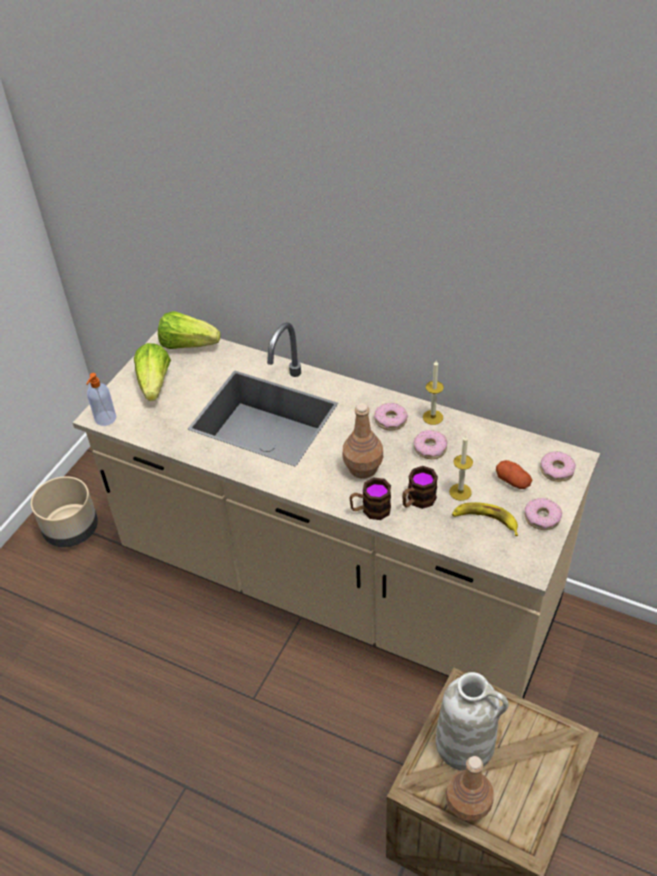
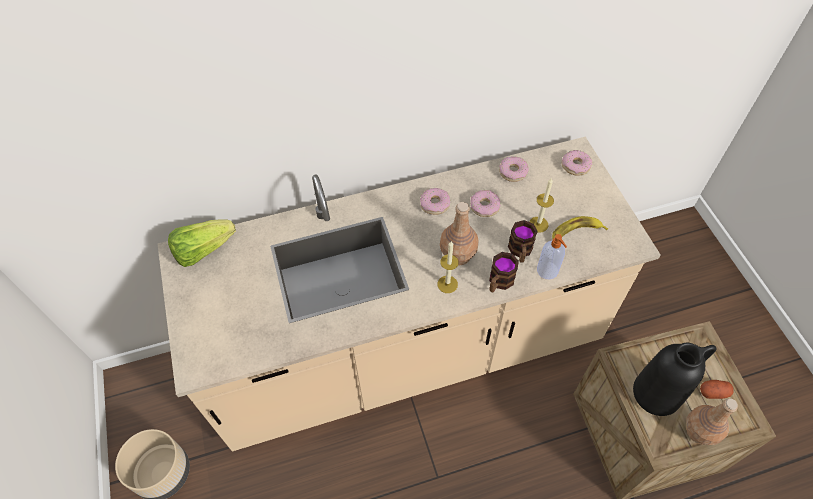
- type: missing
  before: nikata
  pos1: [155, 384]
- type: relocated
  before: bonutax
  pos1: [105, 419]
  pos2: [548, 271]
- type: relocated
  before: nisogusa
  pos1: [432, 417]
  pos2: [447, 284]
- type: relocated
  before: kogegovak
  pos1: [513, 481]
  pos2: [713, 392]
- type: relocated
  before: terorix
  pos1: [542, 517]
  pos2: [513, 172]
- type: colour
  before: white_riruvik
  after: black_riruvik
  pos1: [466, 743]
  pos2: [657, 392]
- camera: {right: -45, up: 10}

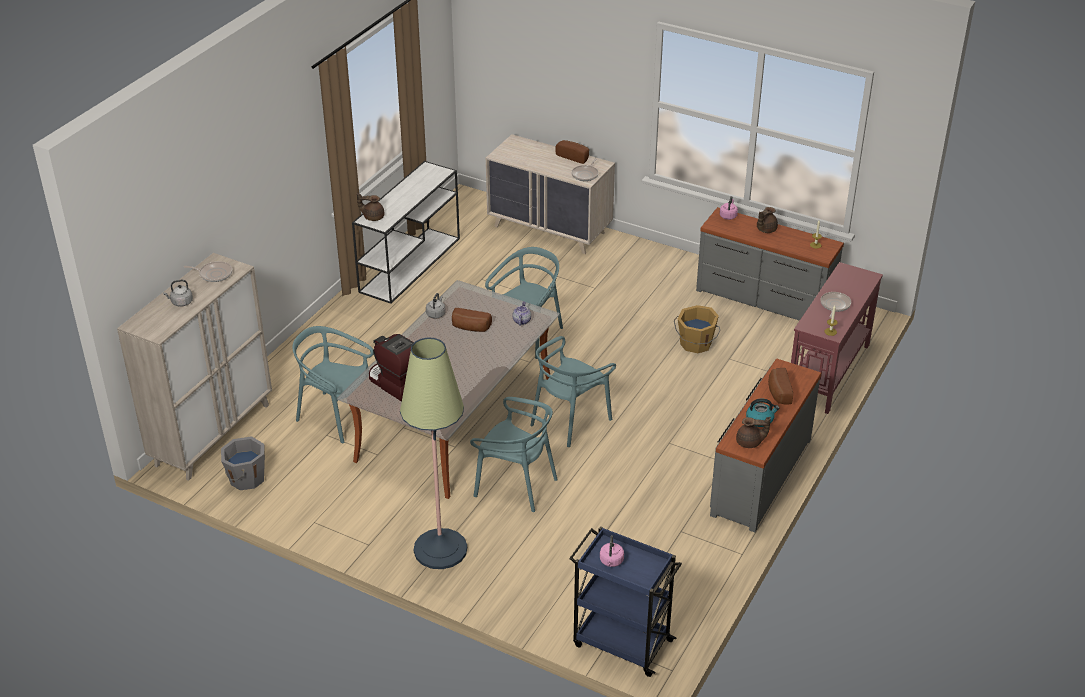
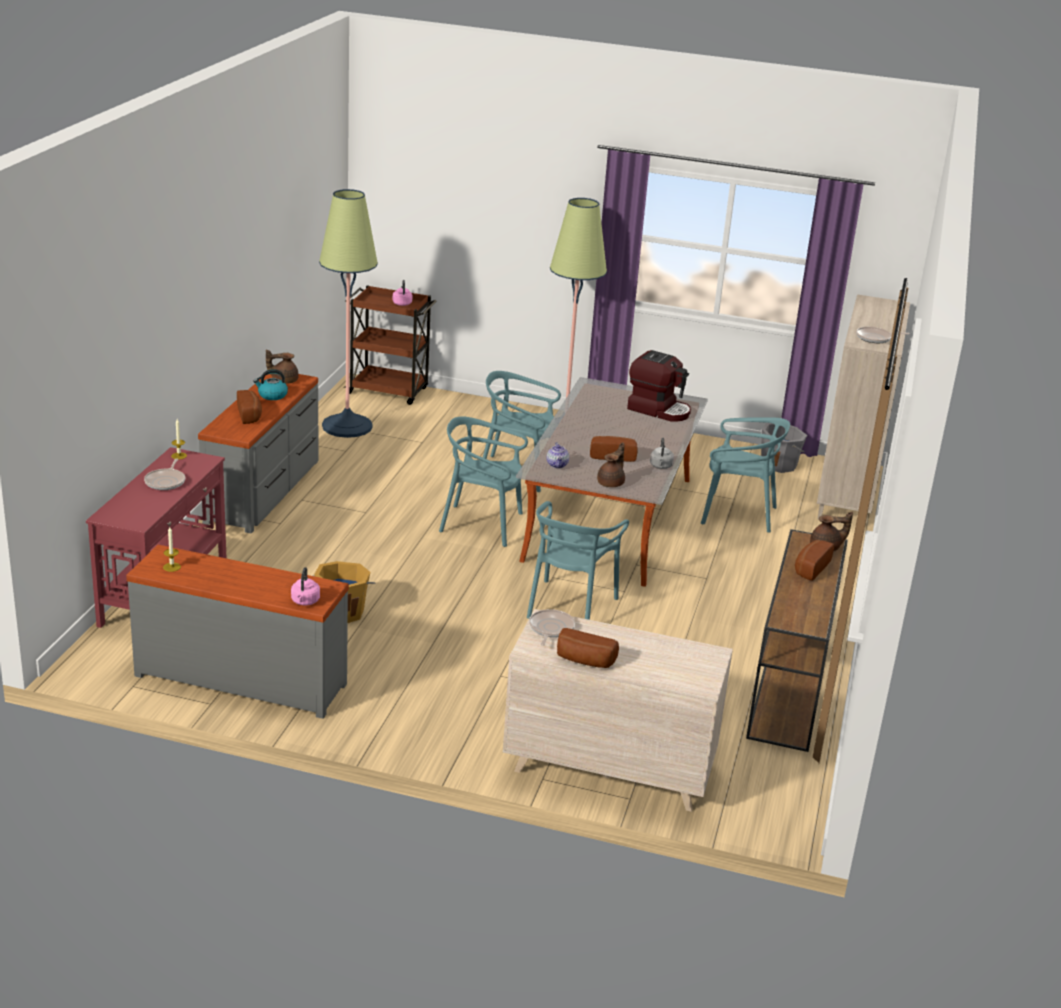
- type: missing
  before: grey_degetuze
  pos1: [181, 302]
- type: appeared
  after: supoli
  pos2: [347, 426]
- type: appeared
  after: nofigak
  pos2: [810, 568]
- type: relocated
  before: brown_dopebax
  pos1: [765, 229]
  pos2: [611, 483]
- type: colour
  before: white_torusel
  after: brown_torusel
  pos1: [410, 264]
  pos2: [789, 689]
- type: colour
  before: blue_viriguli
  after: brown_viriguli
  pos1: [621, 642]
  pos2: [389, 391]
- type: spun
  before: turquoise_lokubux
  pos1: [569, 420]
  pos2: [482, 524]
  turn: -105
- camera: {right: 165, up: -10}

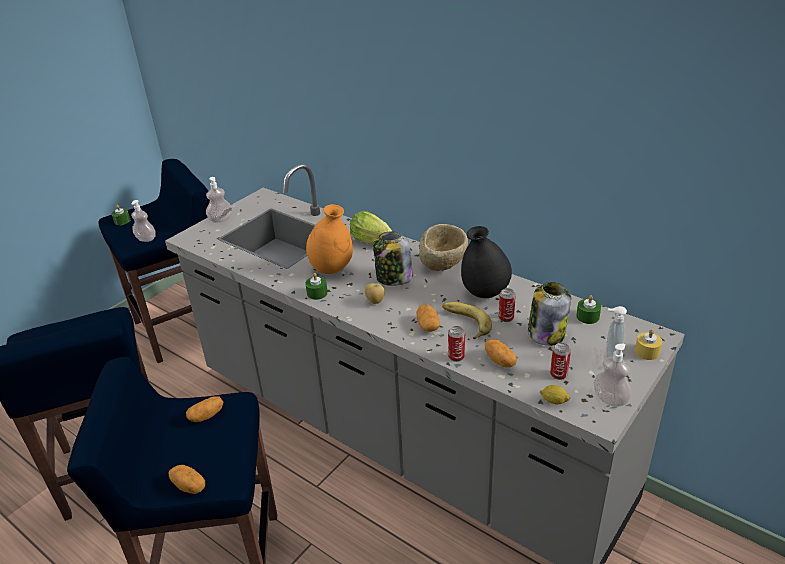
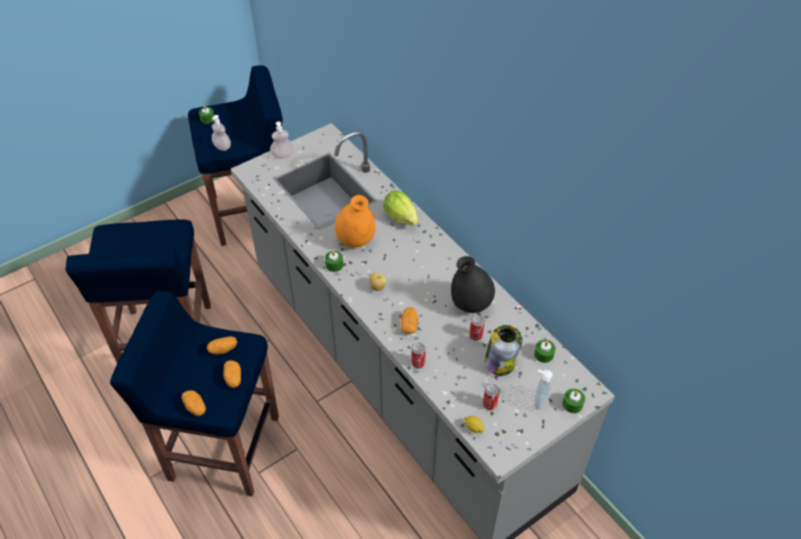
- type: missing
  before: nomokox
  pos1: [393, 278]
- type: missing
  before: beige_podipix
  pos1: [443, 266]
- type: missing
  before: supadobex
  pos1: [464, 323]
- type: missing
  before: bonutax
  pos1: [610, 399]
- type: relocated
  before: kogegovak
  pos1: [500, 360]
  pos2: [233, 378]
- type: colour
  before: yellow_nisogusa
  after: green_nisogusa
  pos1: [647, 352]
  pos2: [572, 404]
- camera: {right: 15, up: 15}

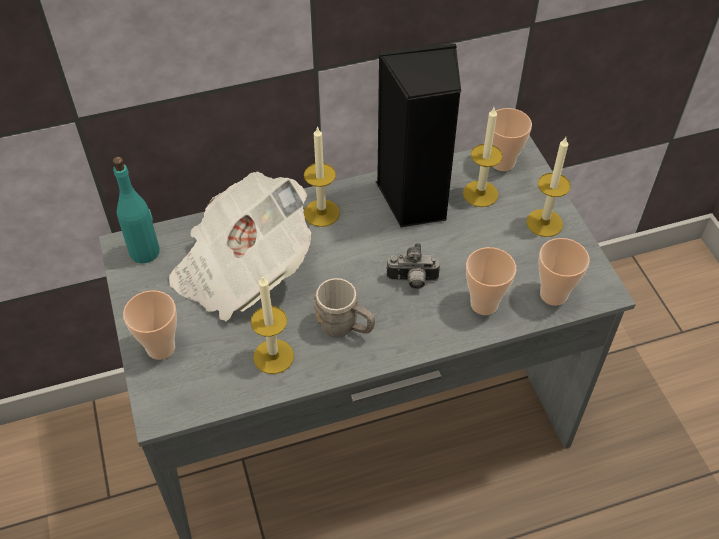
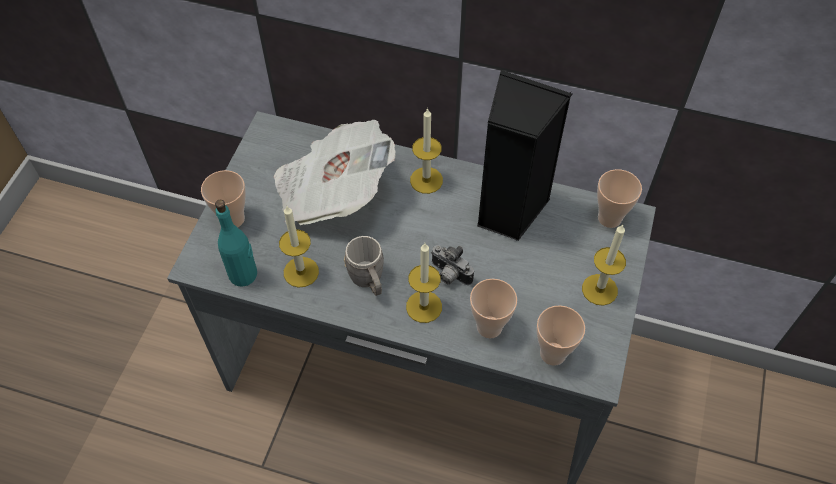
- type: relocated
  before: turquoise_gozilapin
  pos1: [145, 251]
  pos2: [243, 274]
- type: relocated
  before: nisogusa
  pos1: [480, 193]
  pos2: [424, 306]
- camera: {right: 35, up: 5}

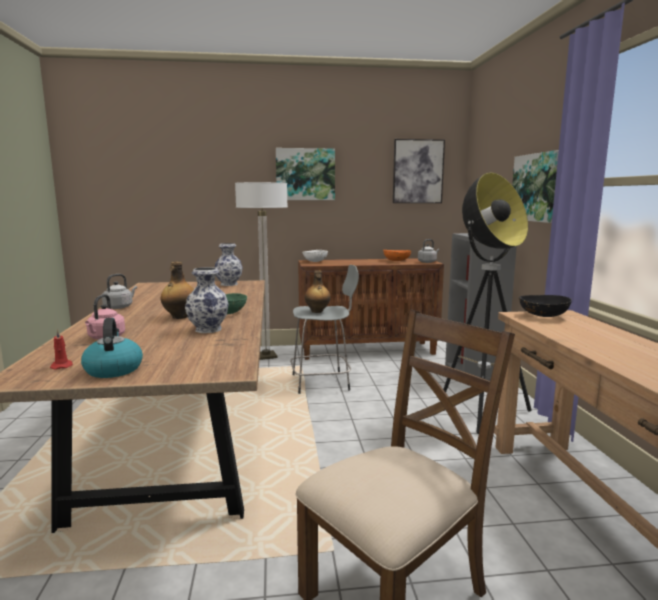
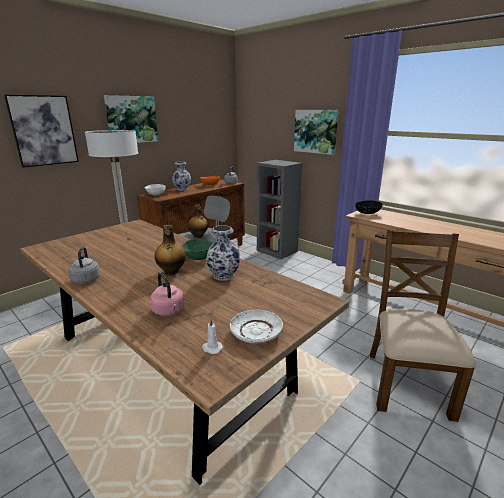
- type: missing
  before: supoli
  pos1: [480, 411]
- type: relocated
  before: riruvik
  pos1: [229, 284]
  pos2: [182, 189]
- type: relocated
  before: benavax
  pos1: [418, 171]
  pos2: [43, 130]
- type: exchanged
  before: degetuze
  after: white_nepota
  pos1: [113, 369]
  pos2: [256, 332]
- type: colour
  before: red_nisogusa
  after: white_nisogusa
  pos1: [62, 366]
  pos2: [211, 348]
- camera: {right: -40, up: 10}

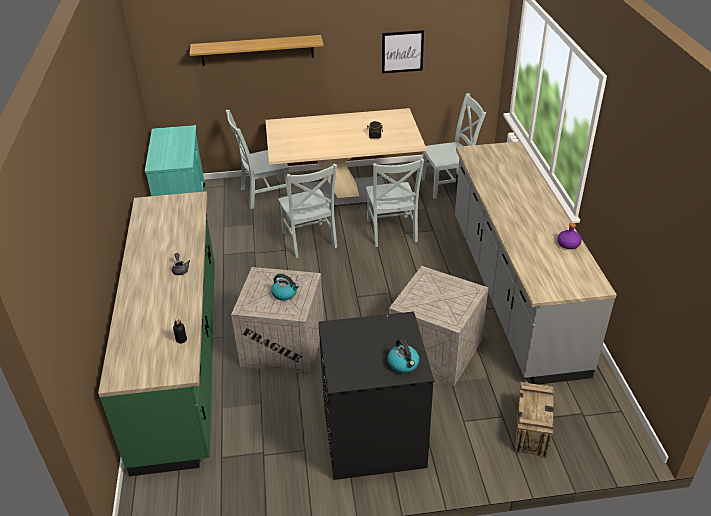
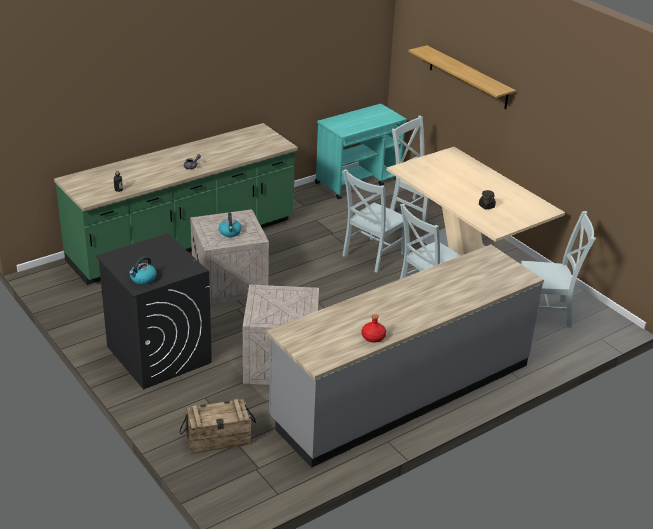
- type: missing
  before: benavax
  pos1: [402, 51]
- type: colour
  before: purple_gozilapin
  after: red_gozilapin
  pos1: [568, 244]
  pos2: [373, 337]
- type: spun
  before: grey_lokubux
  pos1: [449, 185]
  pos2: [546, 313]
  turn: -45
- camera: {right: 60, up: -5}

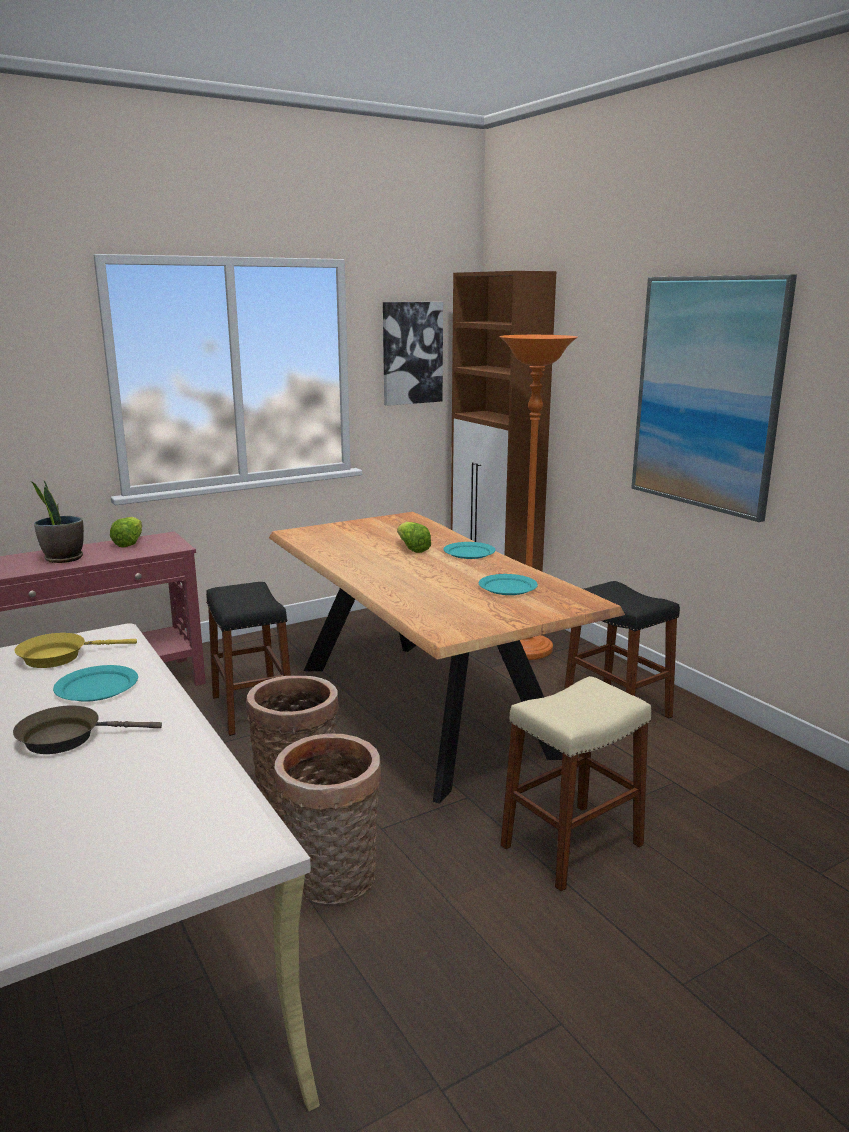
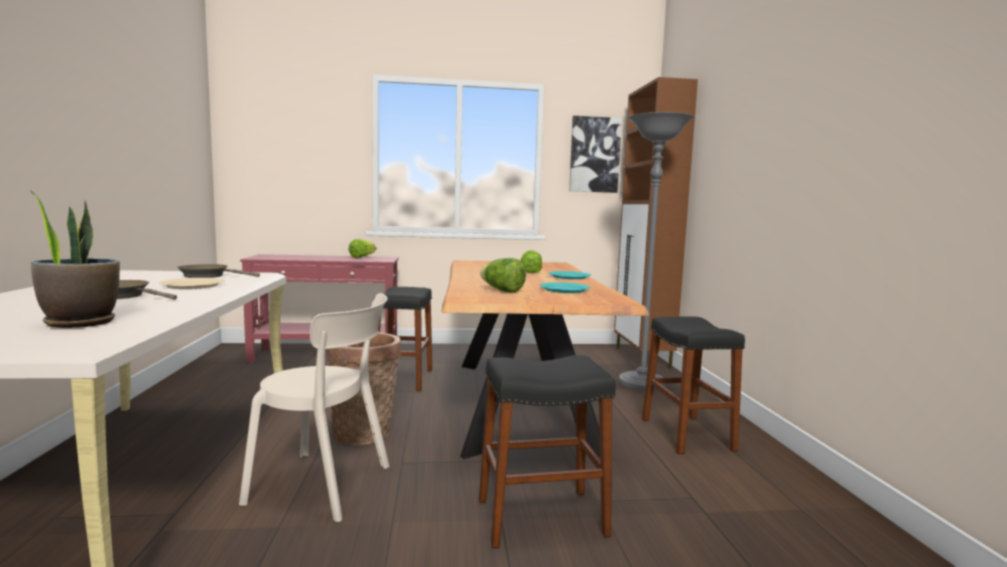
- type: missing
  before: benavax
  pos1: [707, 394]
- type: appeared
  after: nikata
  pos2: [502, 291]
- type: relocated
  before: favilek
  pos1: [63, 558]
  pos2: [80, 323]
- type: exchanged
  before: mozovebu
  after: beige_lokubux
  pos1: [333, 882]
  pos2: [326, 485]
- type: colour
  before: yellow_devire
  after: brown_devire
  pos1: [59, 656]
  pos2: [208, 276]
- type: colour
  before: turquoise_nepota
  after: beige_nepota
  pos1: [96, 687]
  pos2: [192, 285]
- type: colour
  before: orange_supoli
  after: grey_supoli
  pos1: [525, 650]
  pos2: [642, 384]
- type: colour
  before: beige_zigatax
  after: black_zigatax
  pos1: [572, 845]
  pos2: [541, 517]
- camera: {right: 25, up: -10}

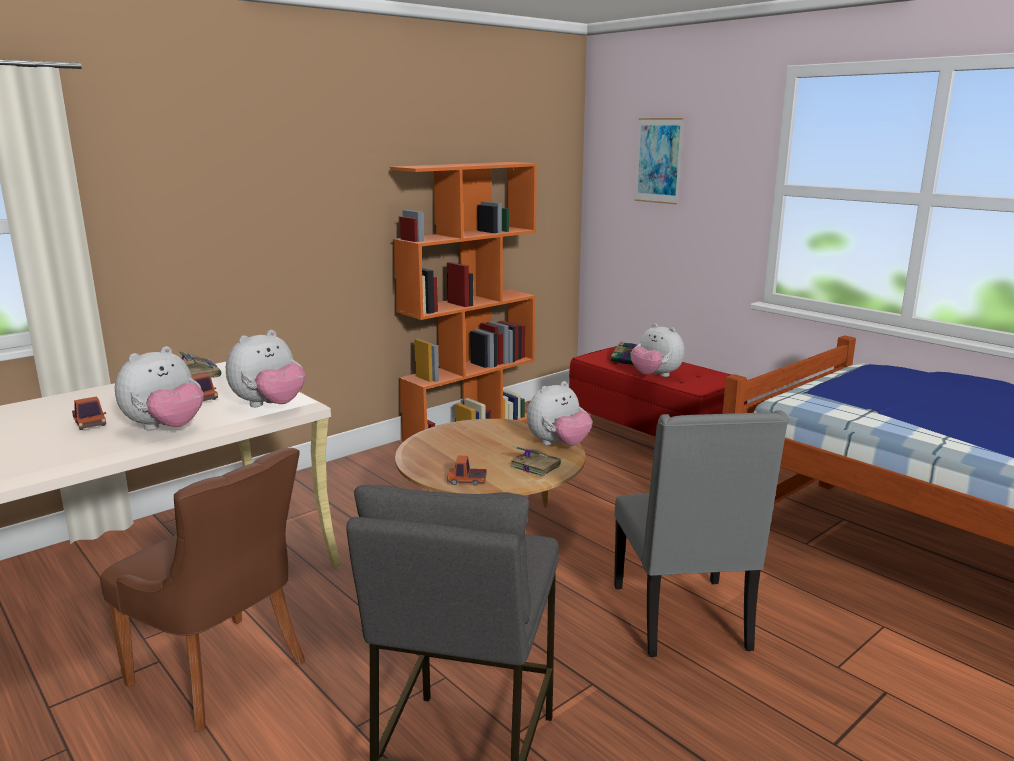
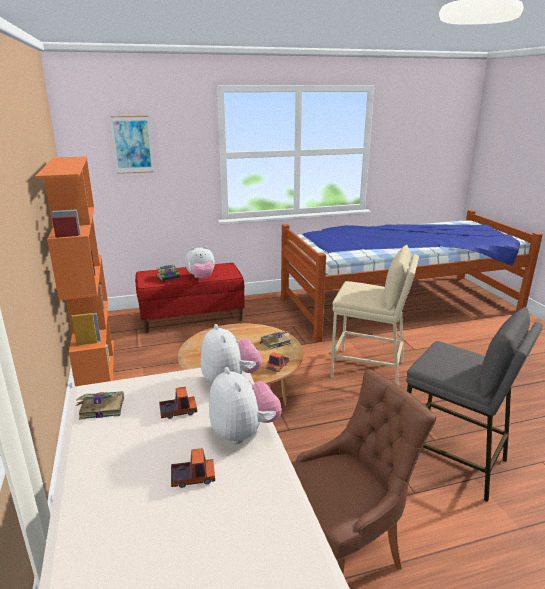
- type: missing
  before: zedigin
  pos1: [558, 444]
- type: exchanged
  before: grey_lokubux
  after: beige_zigatax
  pos1: [683, 619]
  pos2: [368, 369]
- camera: {right: -65, up: 5}

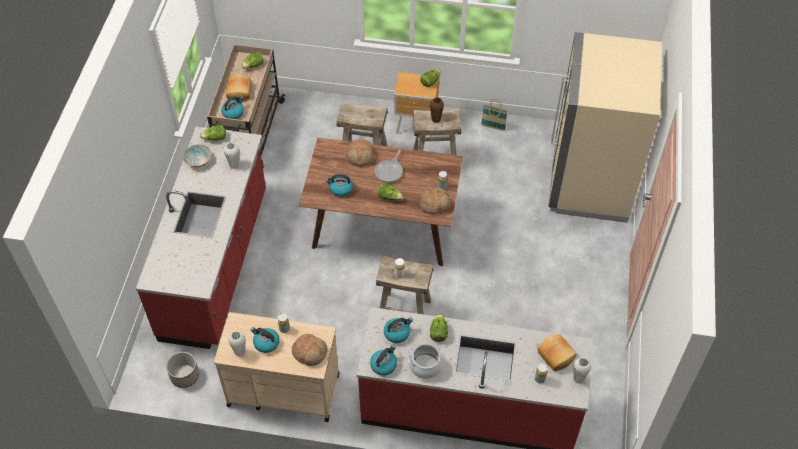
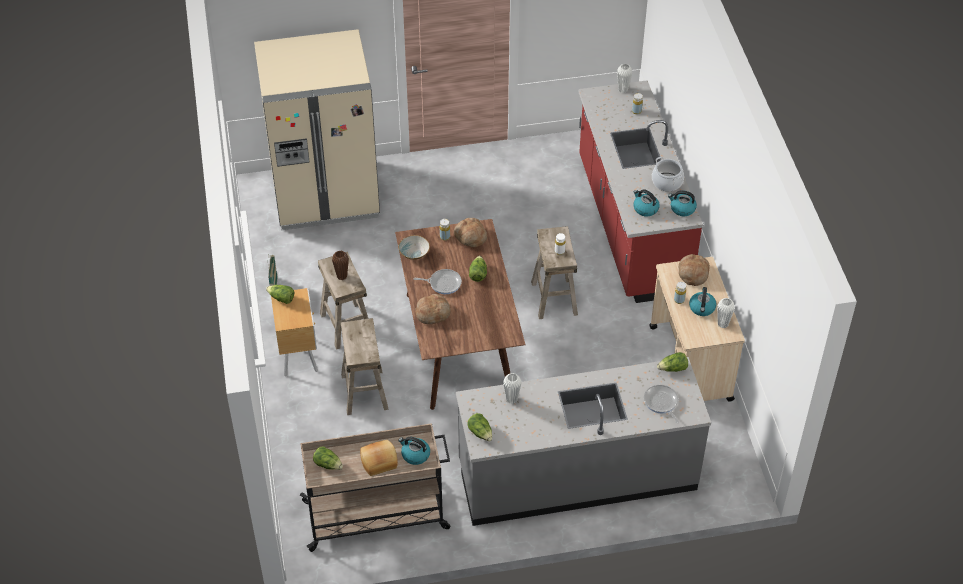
- type: missing
  before: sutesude
  pos1: [184, 376]
- type: missing
  before: degetuze
  pos1: [340, 189]
- type: missing
  before: nofigak
  pos1: [556, 355]
- type: appeared
  after: devire
  pos2: [661, 403]
- type: relocated
  before: podipix
  pos1: [198, 161]
  pos2: [414, 253]
- type: relocated
  before: nikata
  pos1: [438, 332]
  pos2: [673, 368]
- type: colour
  before: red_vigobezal
  after: grey_vigobezal
  pos1: [216, 264]
  pos2: [577, 475]
- camera: {right: -110, up: -5}

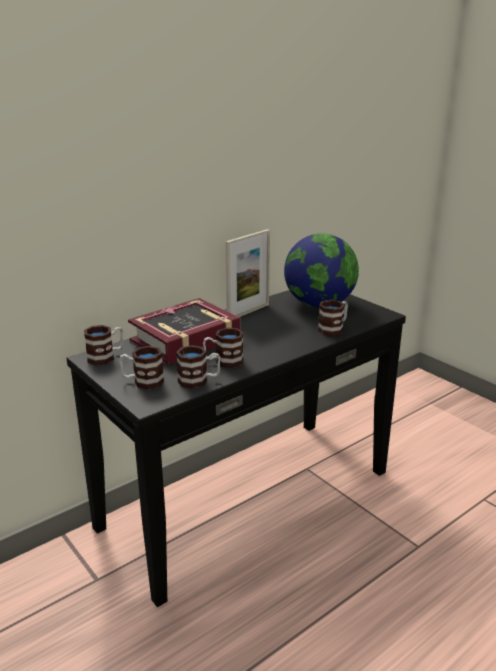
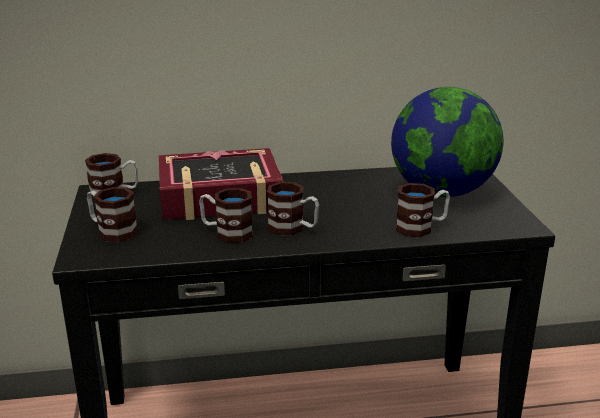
- type: missing
  before: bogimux
  pos1: [248, 312]
- type: relocated
  before: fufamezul
  pos1: [199, 381]
  pos2: [293, 228]
- camera: {right: 30, up: 0}

